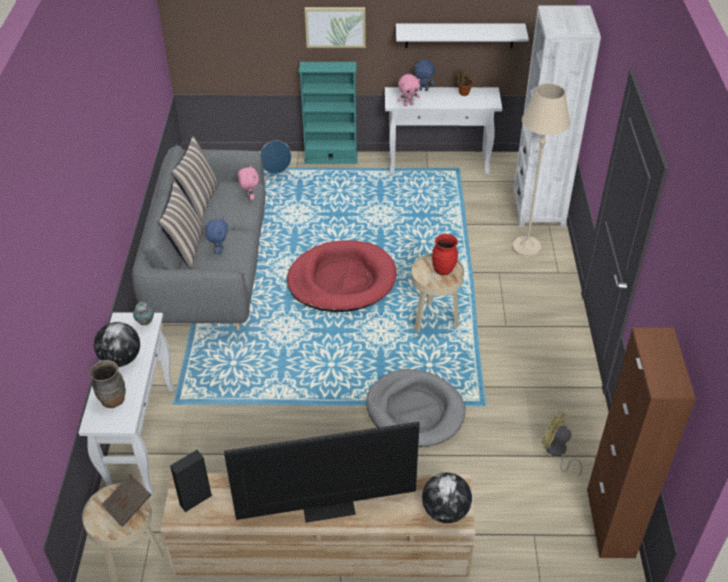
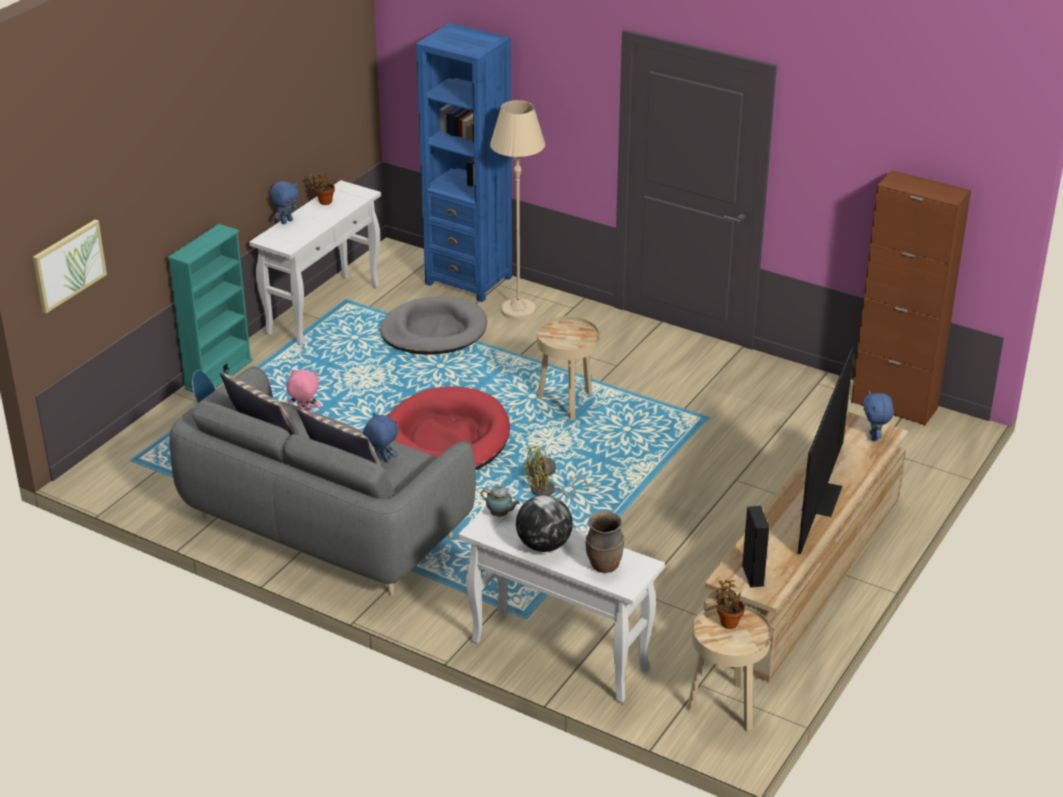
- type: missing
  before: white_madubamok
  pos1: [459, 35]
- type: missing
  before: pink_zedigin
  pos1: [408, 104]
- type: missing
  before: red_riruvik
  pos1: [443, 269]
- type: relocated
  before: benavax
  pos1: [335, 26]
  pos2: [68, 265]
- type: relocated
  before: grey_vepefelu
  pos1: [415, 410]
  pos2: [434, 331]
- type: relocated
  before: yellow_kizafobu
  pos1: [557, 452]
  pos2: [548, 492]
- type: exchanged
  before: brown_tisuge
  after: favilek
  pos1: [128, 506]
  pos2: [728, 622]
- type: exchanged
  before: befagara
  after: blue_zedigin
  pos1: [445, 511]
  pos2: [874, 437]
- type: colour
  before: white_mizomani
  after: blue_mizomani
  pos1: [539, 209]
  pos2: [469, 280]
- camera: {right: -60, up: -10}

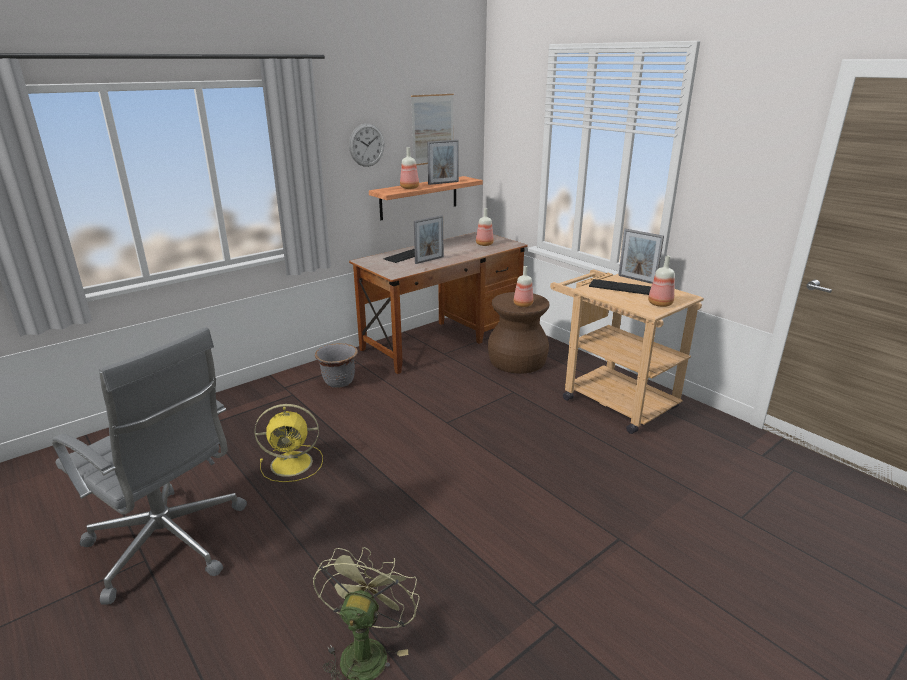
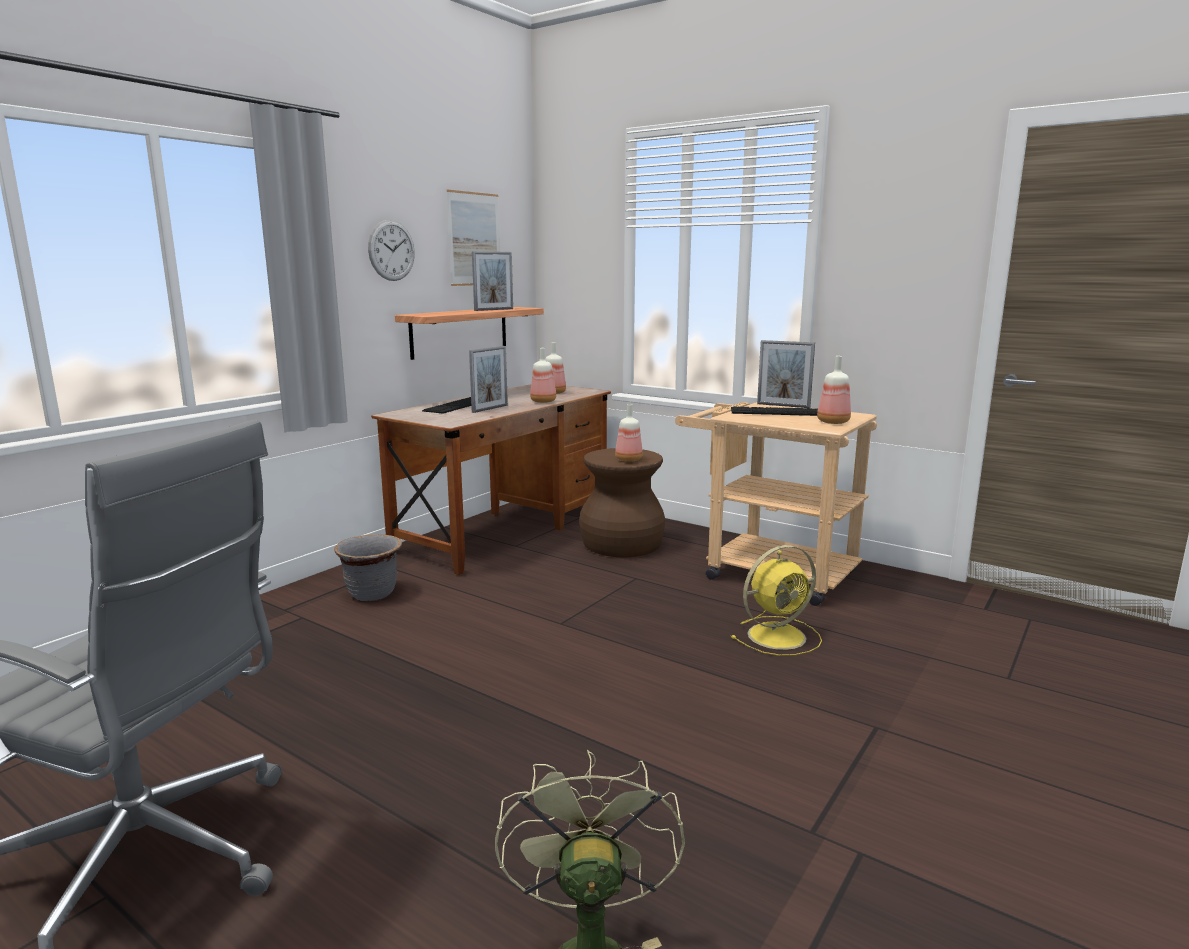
- type: relocated
  before: yellow_kizafobu
  pos1: [293, 463]
  pos2: [778, 635]
- type: relocated
  before: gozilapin
  pos1: [410, 188]
  pos2: [544, 401]
- camera: {right: -15, up: -10}

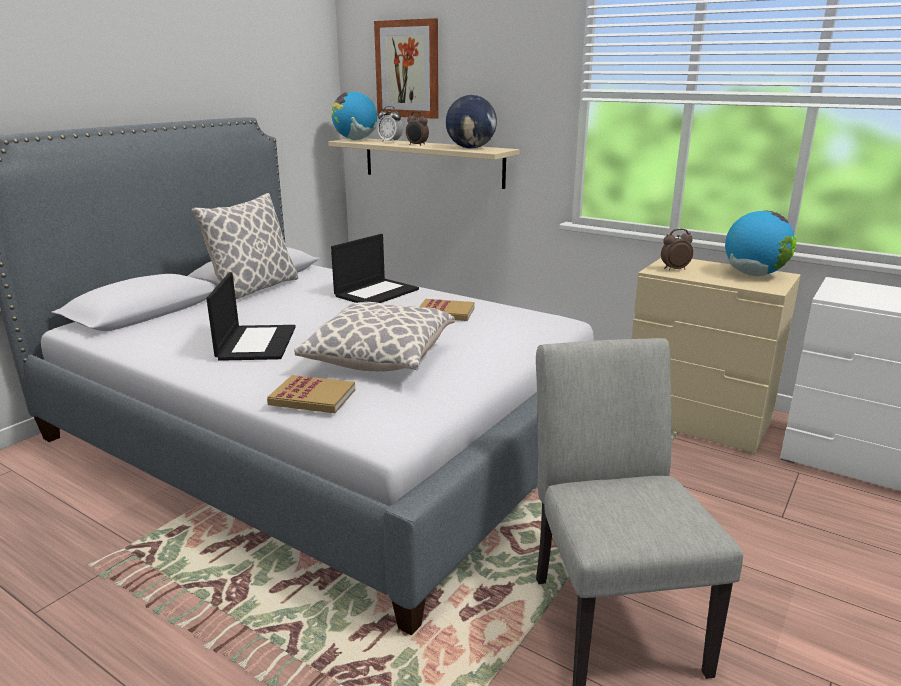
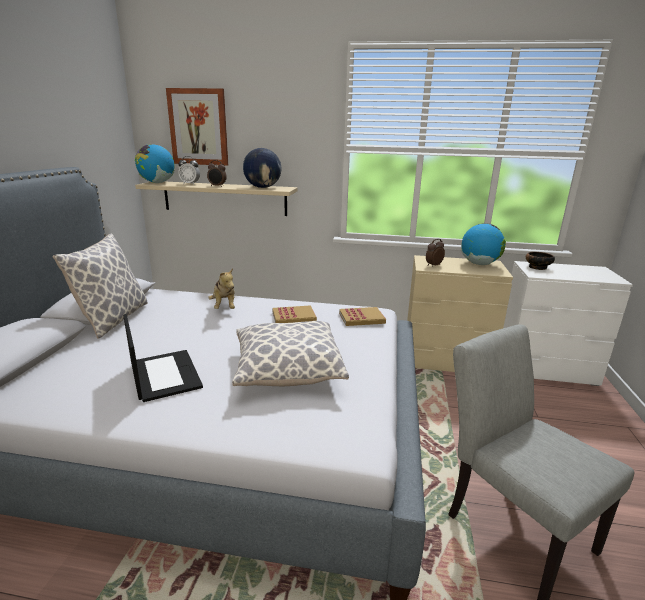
- type: appeared
  after: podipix
  pos2: [537, 267]
- type: relocated
  before: tisuge
  pos1: [312, 397]
  pos2: [361, 318]
- type: exchanged
  before: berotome
  after: zedigin
  pos1: [376, 292]
  pos2: [224, 307]
- camera: {right: -25, up: 0}

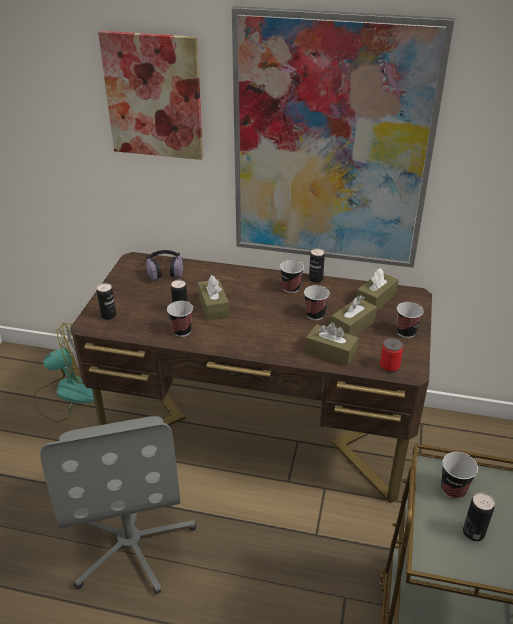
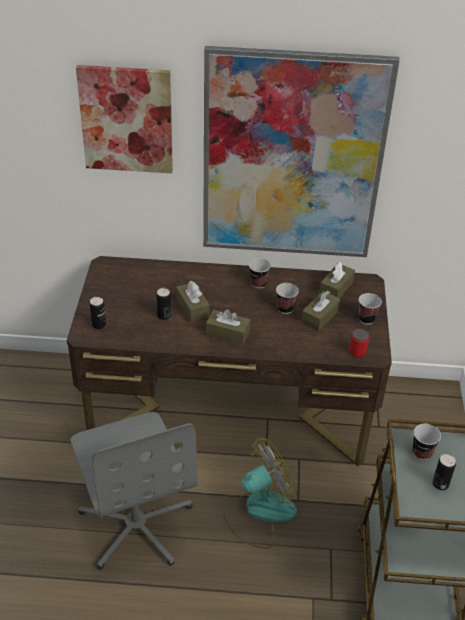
- type: missing
  before: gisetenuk
  pos1: [165, 271]
- type: missing
  before: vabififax
  pos1: [182, 331]
- type: missing
  before: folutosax
  pos1: [315, 279]
- type: relocated
  before: kizafobu
  pos1: [67, 394]
  pos2: [259, 512]
- type: relocated
  before: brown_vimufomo
  pos1: [331, 352]
  pos2: [227, 333]
- camera: {right: -10, up: 5}

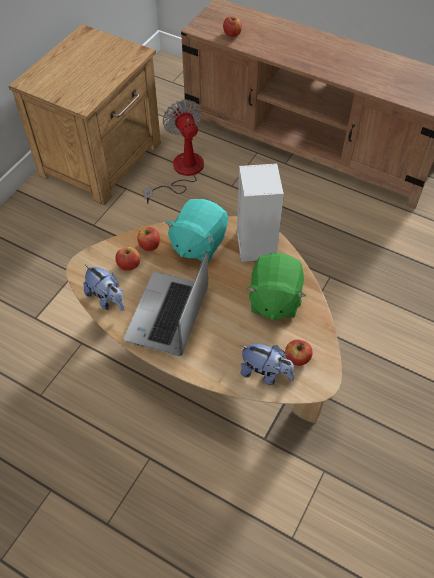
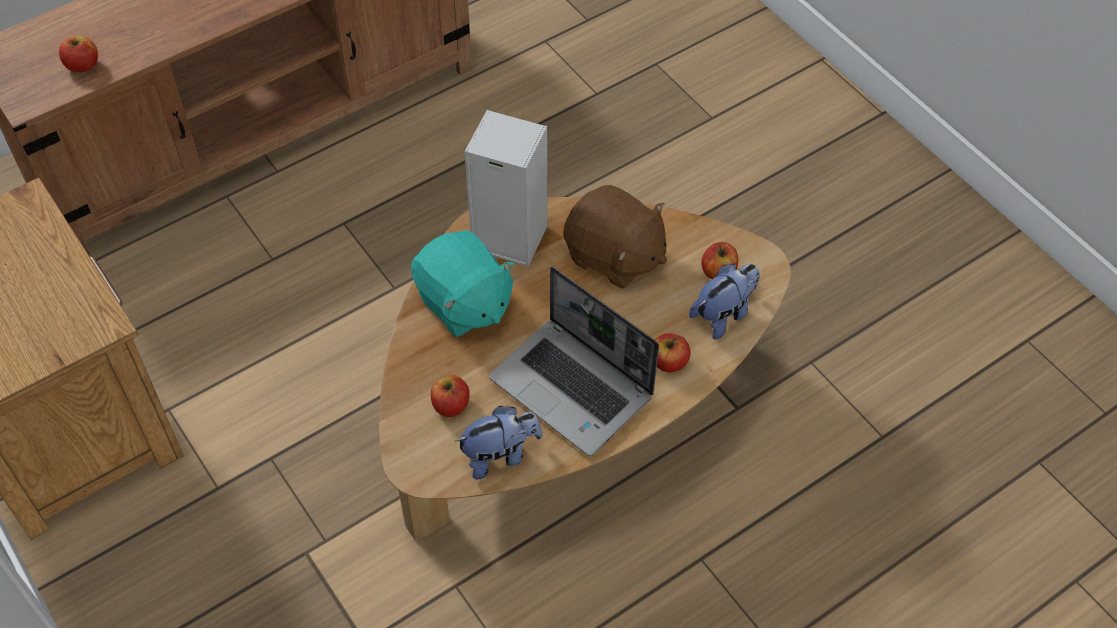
- type: missing
  before: kizafobu
  pos1: [181, 172]
- type: relocated
  before: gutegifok
  pos1: [149, 245]
  pos2: [668, 362]
- type: colour
  before: green_zedigin
  after: brown_zedigin
  pos1: [274, 299]
  pos2: [614, 256]
- camera: {right: -65, up: 0}

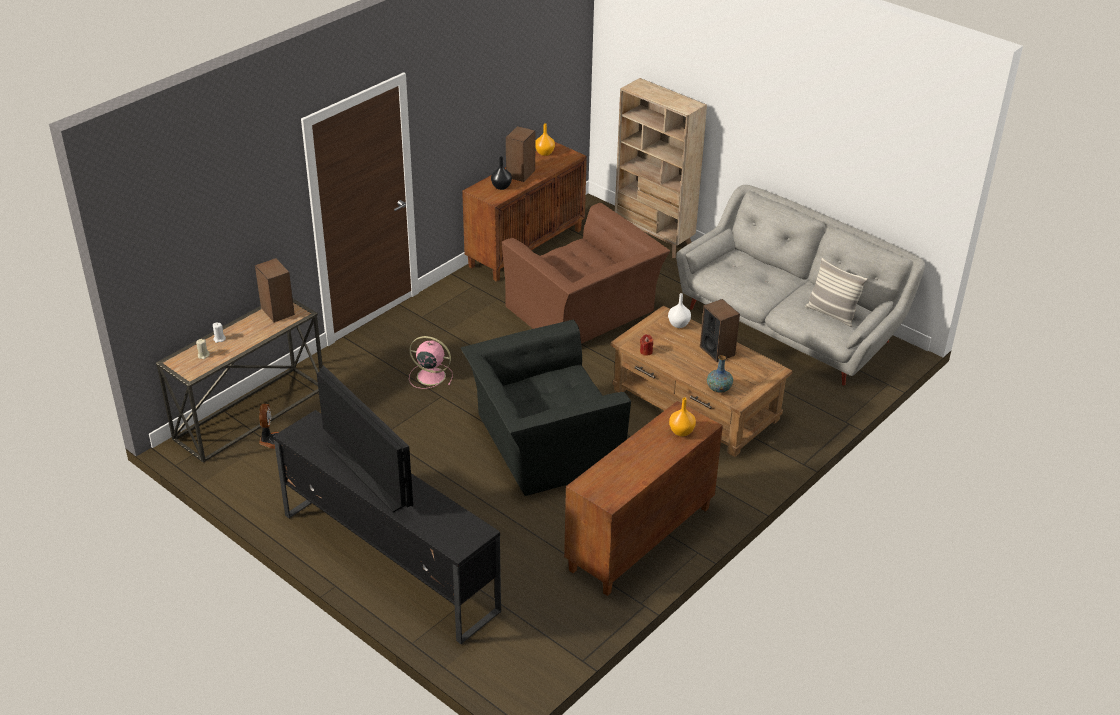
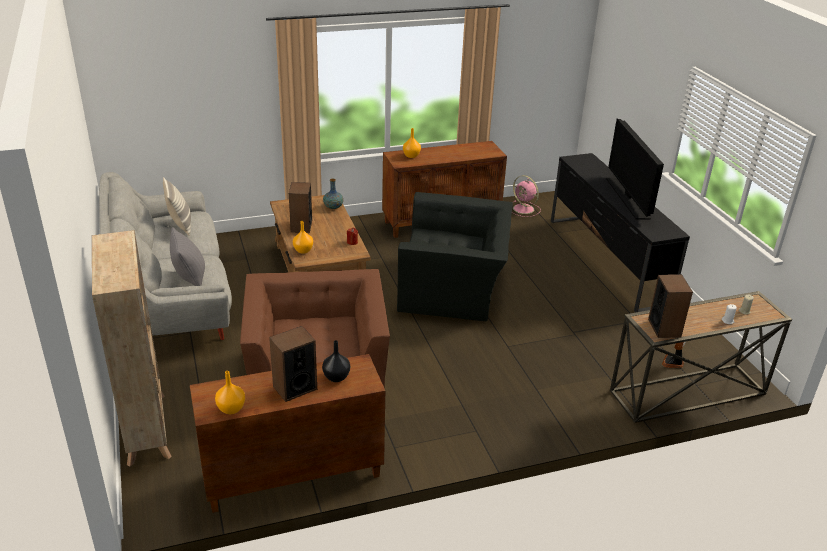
- type: appeared
  after: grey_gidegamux
  pos2: [190, 278]
- type: relocated
  before: pink_kizafobu
  pos1: [430, 376]
  pos2: [524, 209]
- type: colour
  before: white_riruvik
  after: orange_riruvik
  pos1: [679, 324]
  pos2: [303, 250]
- camera: {right: -150, up: -5}

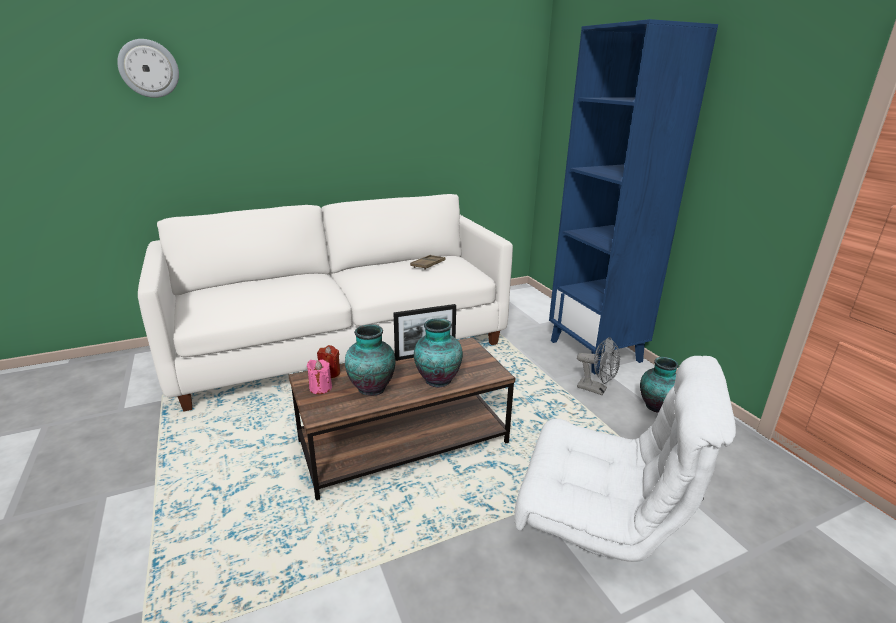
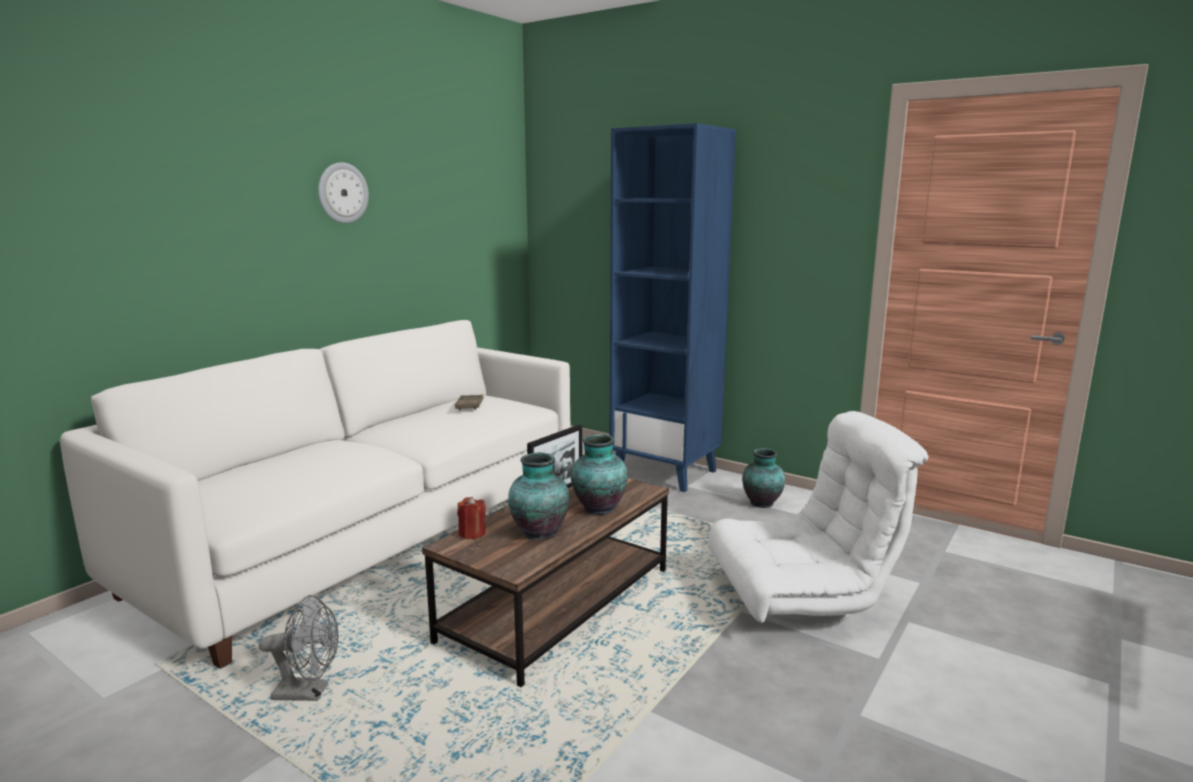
- type: missing
  before: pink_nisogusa
  pos1: [320, 388]
- type: relocated
  before: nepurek
  pos1: [149, 68]
  pos2: [342, 193]
- type: relocated
  before: grey_kizafobu
  pos1: [596, 389]
  pos2: [309, 692]
- camera: {right: -30, up: -10}

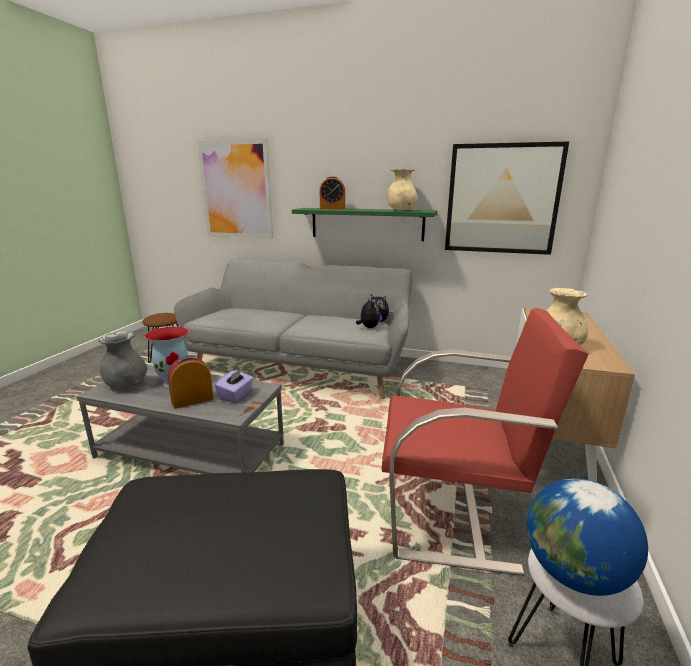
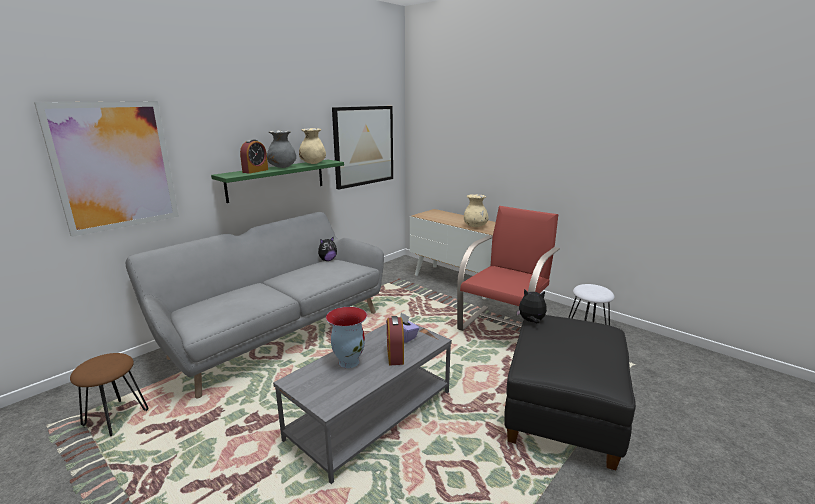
- type: missing
  before: befagara
  pos1: [573, 573]
- type: relocated
  before: grey_riruvik
  pos1: [126, 385]
  pos2: [282, 167]
- type: relocated
  before: zedigin
  pos1: [368, 327]
  pos2: [531, 321]
- camera: {right: -65, up: 0}

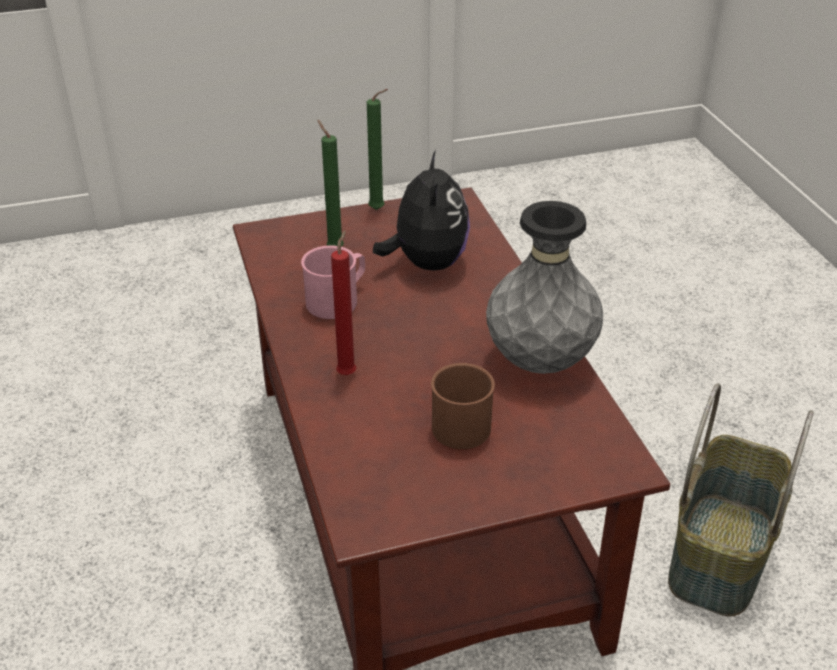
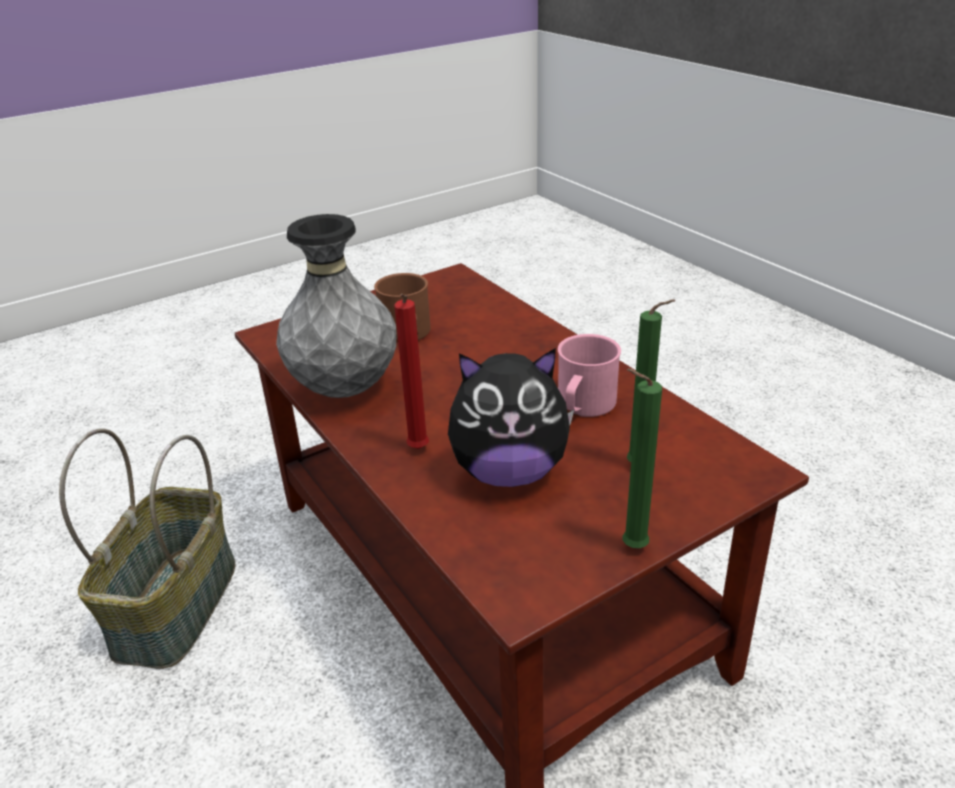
- type: relocated
  before: red_nisogusa
  pos1: [348, 373]
  pos2: [418, 451]
- type: spun
  before: zedigin
  pos1: [426, 263]
  pos2: [509, 472]
  turn: -75
- camera: {right: 165, up: -5}

